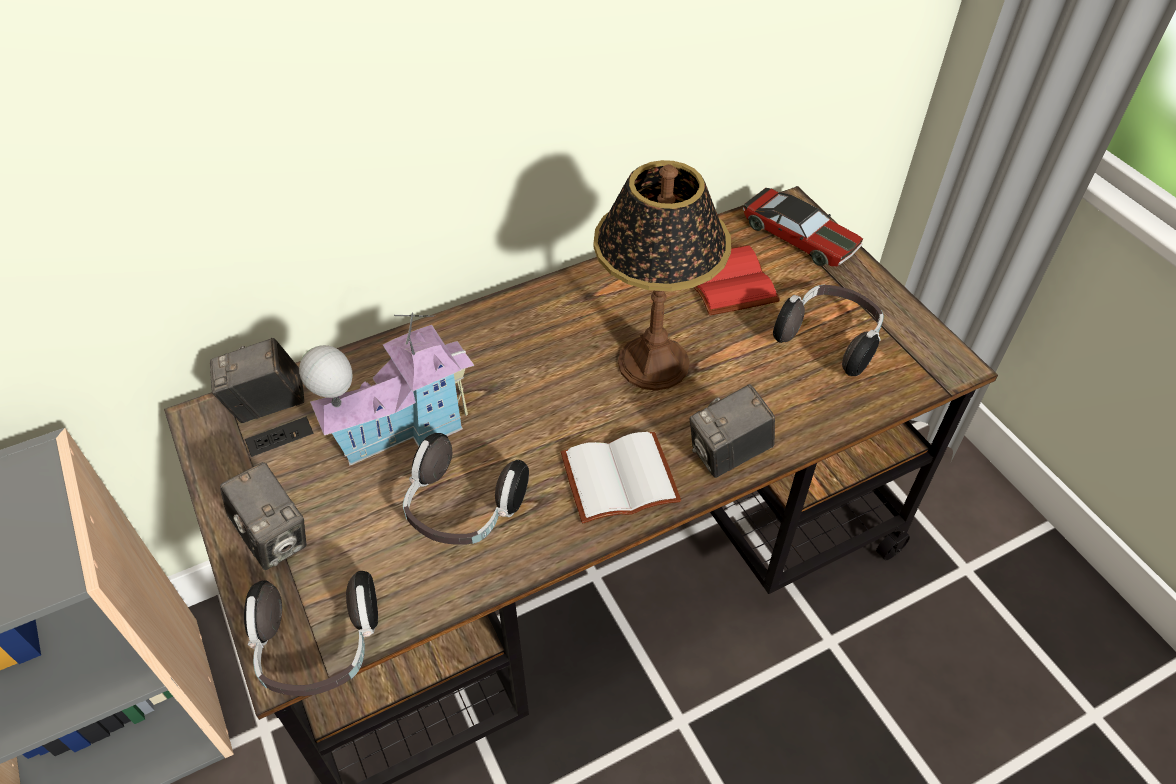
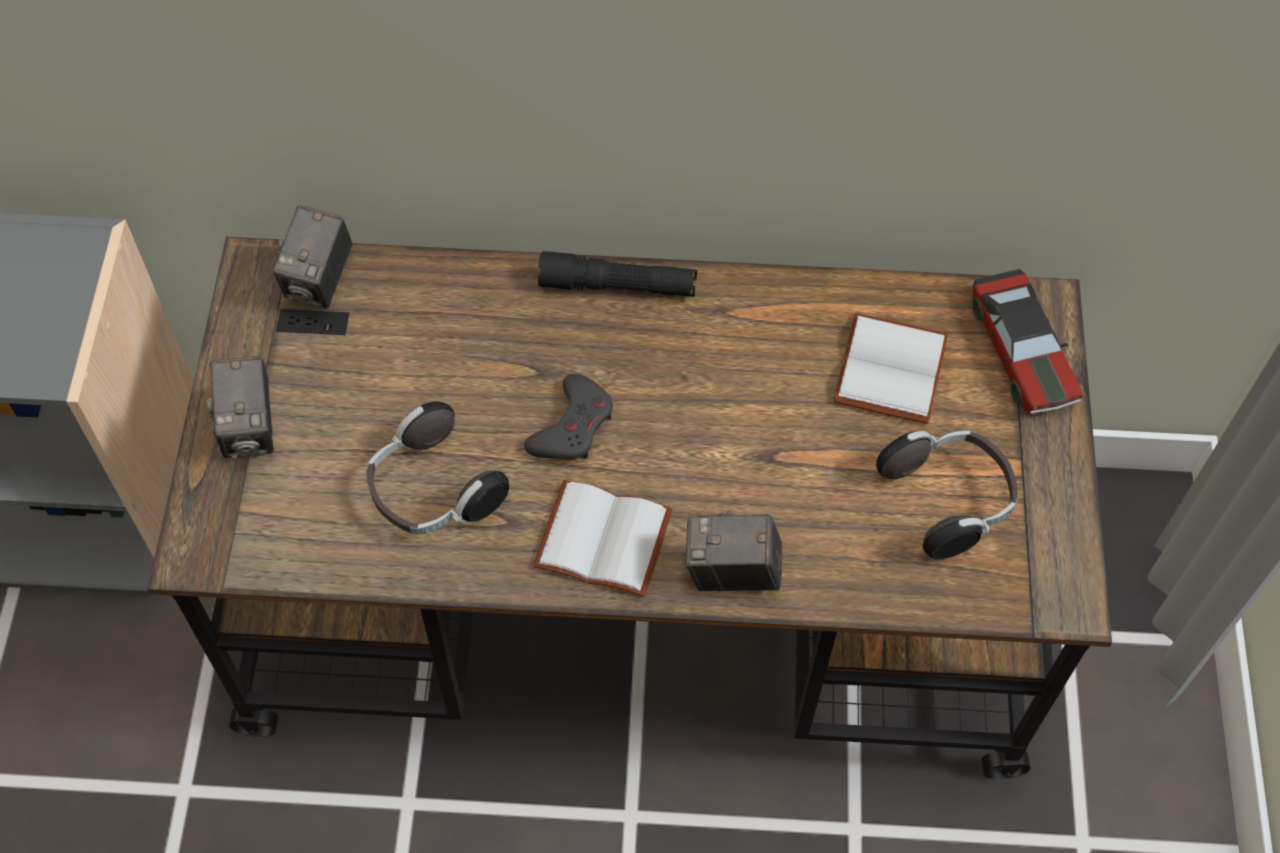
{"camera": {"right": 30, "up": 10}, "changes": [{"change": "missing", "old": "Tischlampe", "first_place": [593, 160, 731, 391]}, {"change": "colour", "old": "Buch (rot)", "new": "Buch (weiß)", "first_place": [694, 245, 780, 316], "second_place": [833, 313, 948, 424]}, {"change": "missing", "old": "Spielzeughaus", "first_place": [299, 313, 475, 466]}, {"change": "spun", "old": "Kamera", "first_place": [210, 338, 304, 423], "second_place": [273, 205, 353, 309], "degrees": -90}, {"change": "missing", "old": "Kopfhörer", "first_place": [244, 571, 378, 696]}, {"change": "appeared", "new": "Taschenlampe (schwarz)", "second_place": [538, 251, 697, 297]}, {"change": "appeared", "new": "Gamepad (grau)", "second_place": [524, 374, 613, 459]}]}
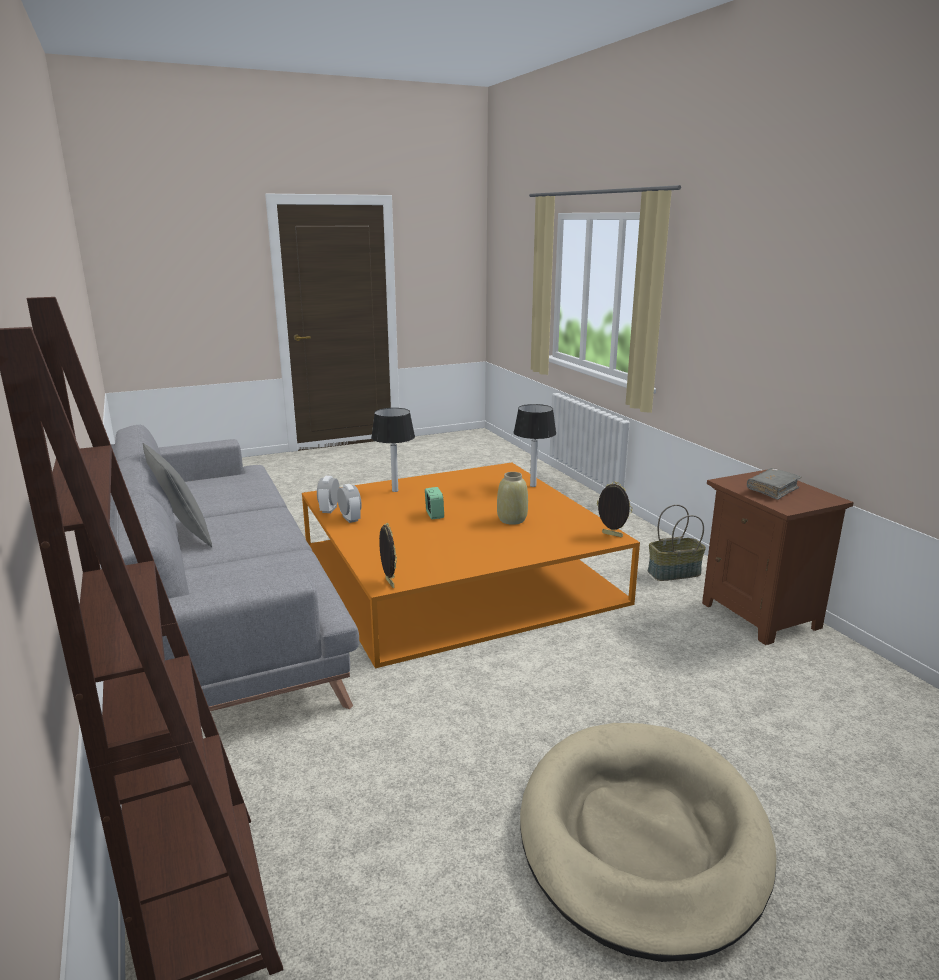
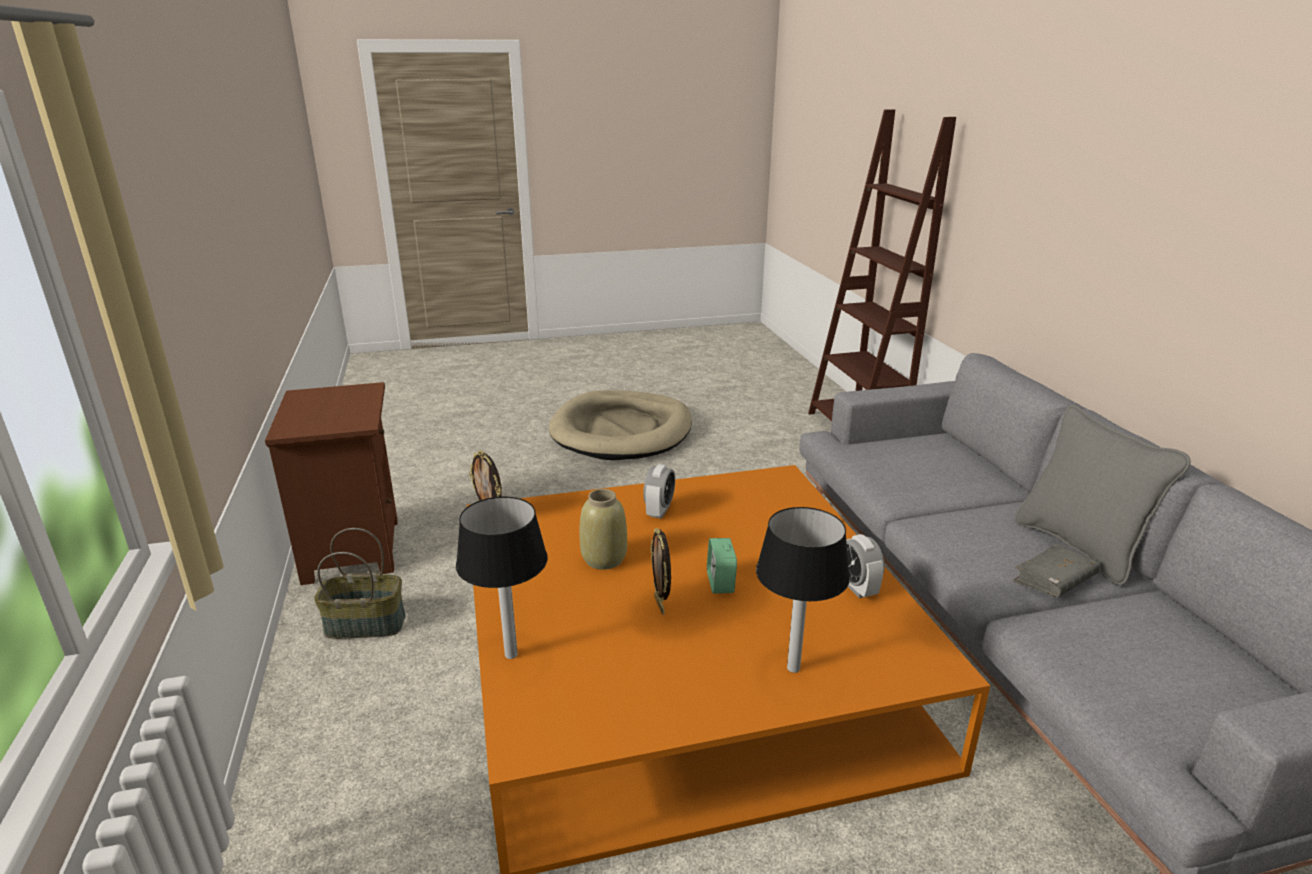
{"camera": {"right": -170, "up": 5}, "changes": [{"change": "relocated", "old": "Buch (grau)", "first_place": [747, 468, 802, 500], "second_place": [1013, 543, 1100, 598]}, {"change": "relocated", "old": "Wecker", "first_place": [317, 476, 340, 513], "second_place": [643, 464, 675, 519]}, {"change": "relocated", "old": "Bilderrahmen", "first_place": [379, 522, 397, 588], "second_place": [650, 528, 671, 615]}]}
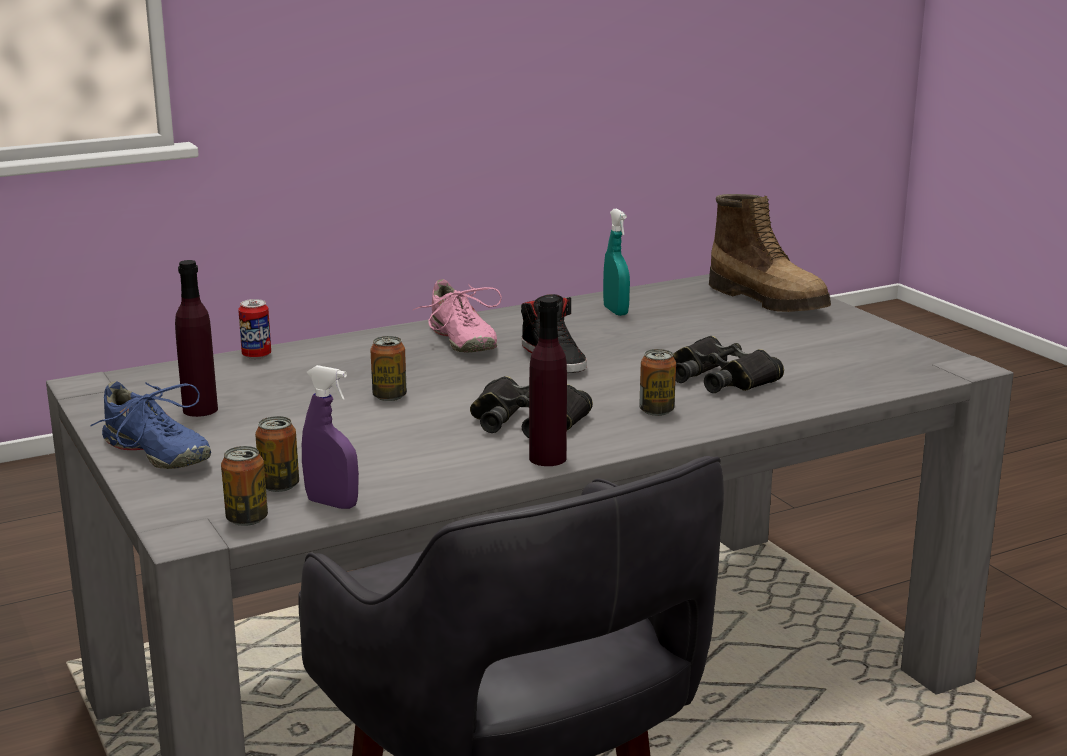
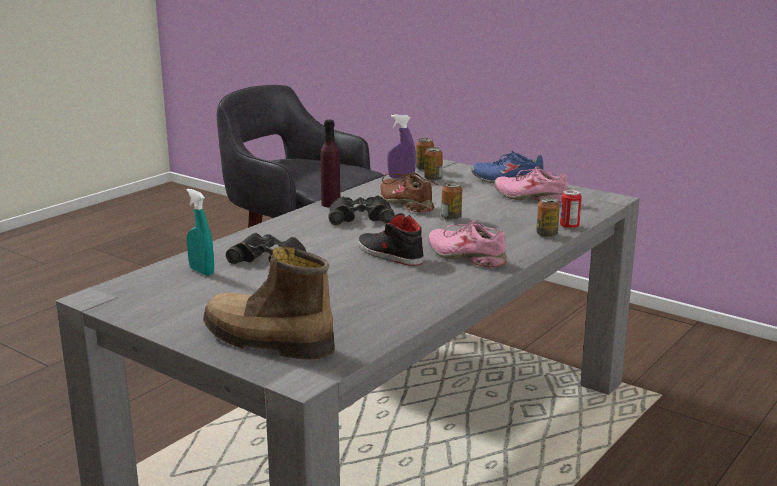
{"camera": {"right": 155, "up": 0}, "changes": [{"change": "relocated", "old": "Sprühflasche (türkis)", "first_place": [603, 209, 630, 316], "second_place": [187, 188, 214, 276]}, {"change": "exchanged", "old": "Flasche (lila)", "new": "Schuh (rosa)", "first_place": [175, 260, 218, 417], "second_place": [494, 167, 568, 203]}, {"change": "relocated", "old": "Dose", "first_place": [639, 349, 676, 416], "second_place": [536, 197, 560, 238]}, {"change": "appeared", "new": "Schuh (braun)", "second_place": [380, 173, 438, 212]}]}
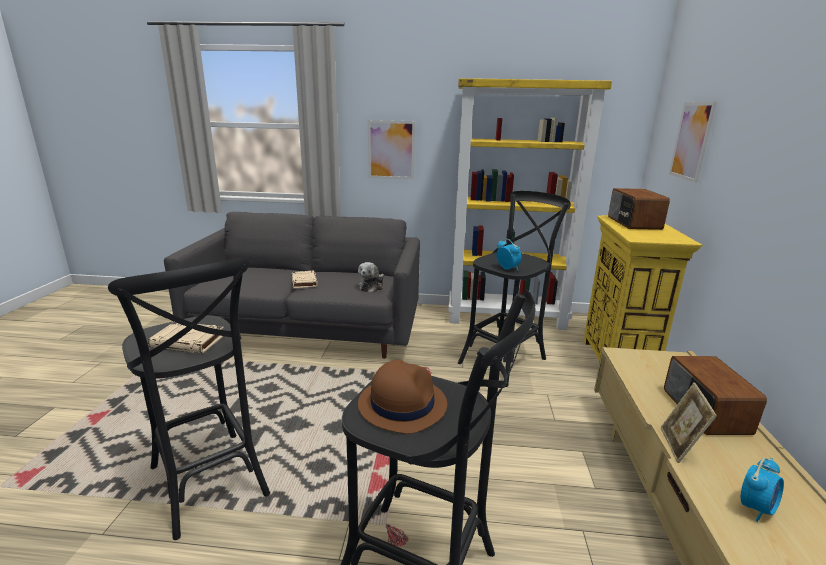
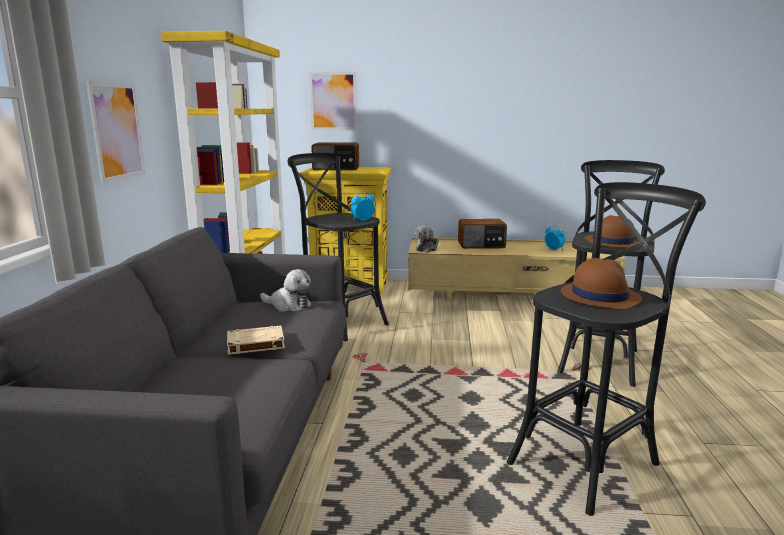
{"camera": {"right": -90, "up": -5}, "changes": [{"change": "exchanged", "old": "Buch (beige)", "new": "Hut (braun)", "first_place": [148, 322, 224, 353], "second_place": [561, 258, 642, 310]}, {"change": "missing", "old": "Bilderrahmen", "first_place": [661, 383, 717, 463]}, {"change": "appeared", "new": "Plüschtier", "second_place": [415, 225, 439, 253]}]}
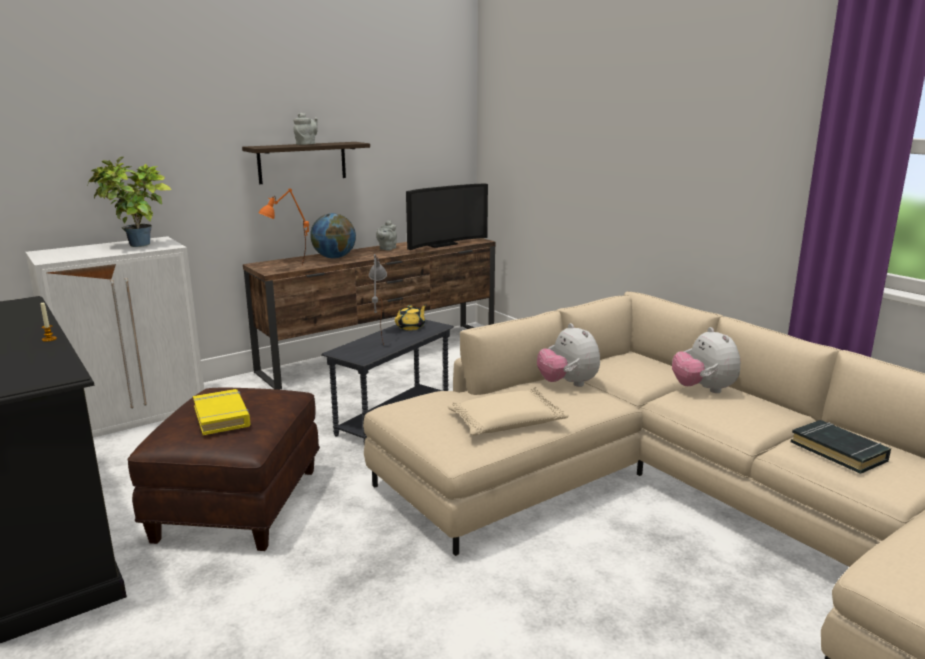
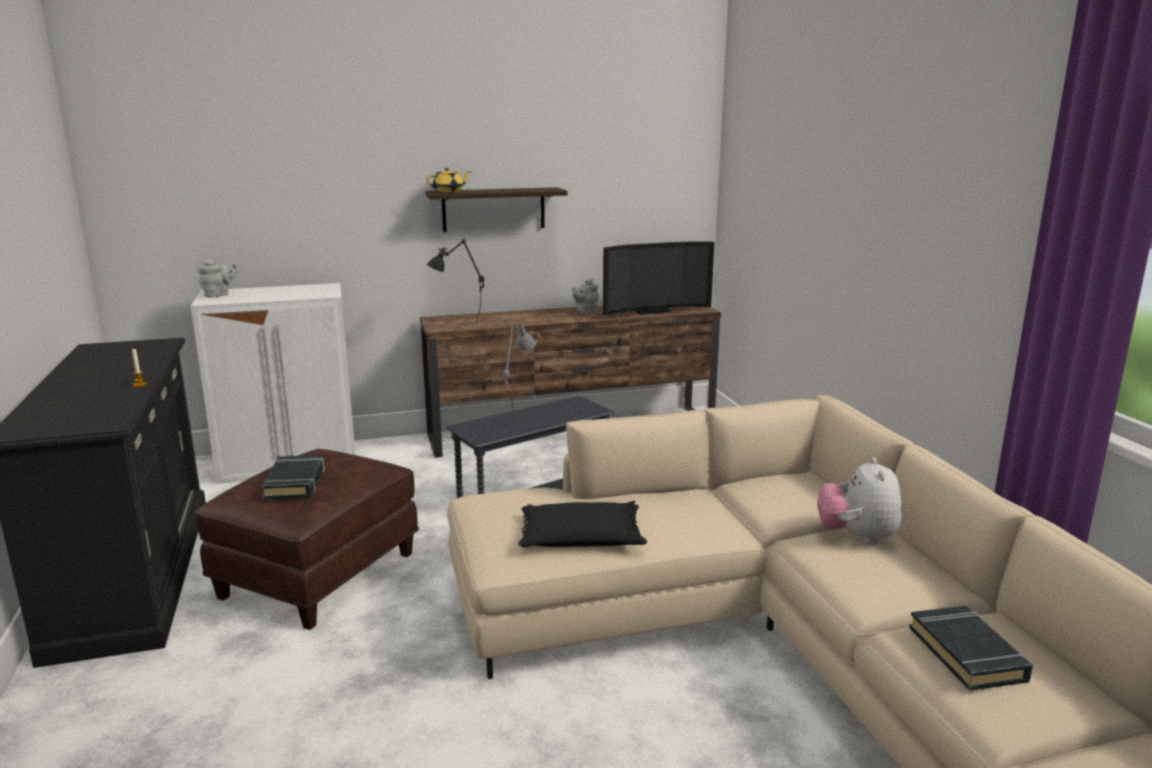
{"camera": {"right": 20, "up": 0}, "changes": [{"change": "relocated", "old": "Teekanne (grau)", "first_place": [293, 112, 318, 145], "second_place": [197, 259, 237, 298]}, {"change": "missing", "old": "Topfpflanze", "first_place": [88, 157, 172, 247]}, {"change": "colour", "old": "Tischlampe (orange)", "new": "Tischlampe (schwarz)", "first_place": [259, 189, 309, 265], "second_place": [427, 239, 484, 324]}, {"change": "missing", "old": "Globus", "first_place": [310, 213, 356, 259]}, {"change": "relocated", "old": "Teekanne (gelb)", "first_place": [395, 305, 426, 330], "second_place": [426, 167, 471, 192]}, {"change": "missing", "old": "Plüschtier", "first_place": [537, 323, 600, 387]}, {"change": "colour", "old": "Kissen (beige)", "new": "Kissen (schwarz)", "first_place": [447, 387, 569, 436], "second_place": [519, 501, 647, 547]}, {"change": "colour", "old": "Buch (gelb)", "new": "Buch (schwarz)", "first_place": [193, 389, 250, 435], "second_place": [261, 455, 325, 499]}]}
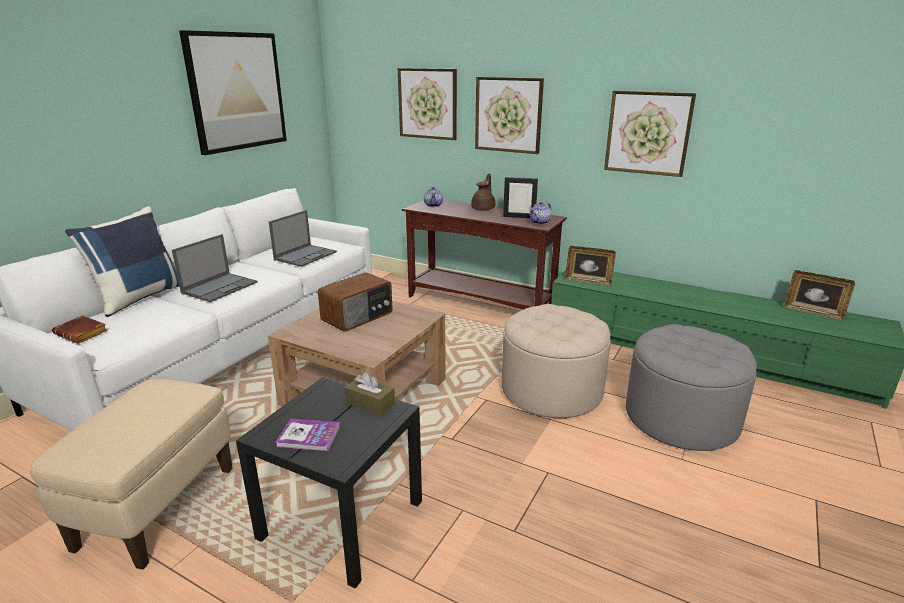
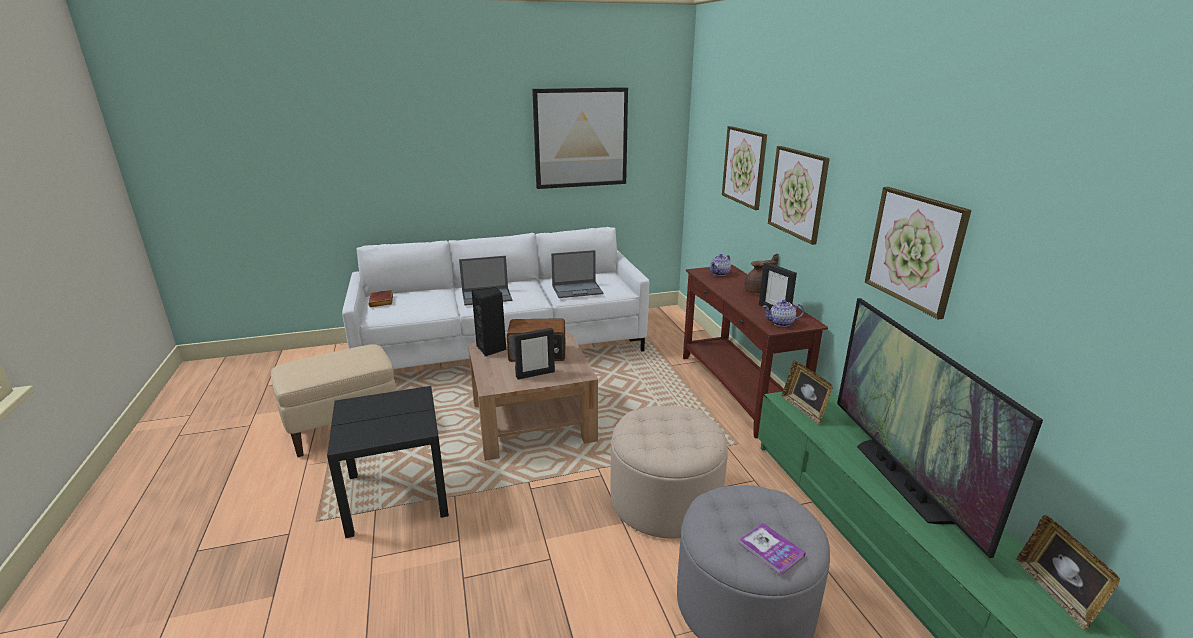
{"camera": {"right": 45, "up": 0}, "changes": [{"change": "missing", "old": "Kissen (blau)", "first_place": [65, 206, 179, 317]}, {"change": "missing", "old": "Taschentuchbox (braun)", "first_place": [345, 372, 395, 416]}, {"change": "relocated", "old": "Buch", "first_place": [275, 419, 341, 451], "second_place": [739, 523, 806, 575]}, {"change": "appeared", "new": "Lautsprecher (schwarz)", "second_place": [472, 287, 506, 356]}, {"change": "appeared", "new": "Fernseher", "second_place": [837, 298, 1043, 558]}, {"change": "appeared", "new": "Bilderrahmen", "second_place": [514, 328, 555, 380]}]}
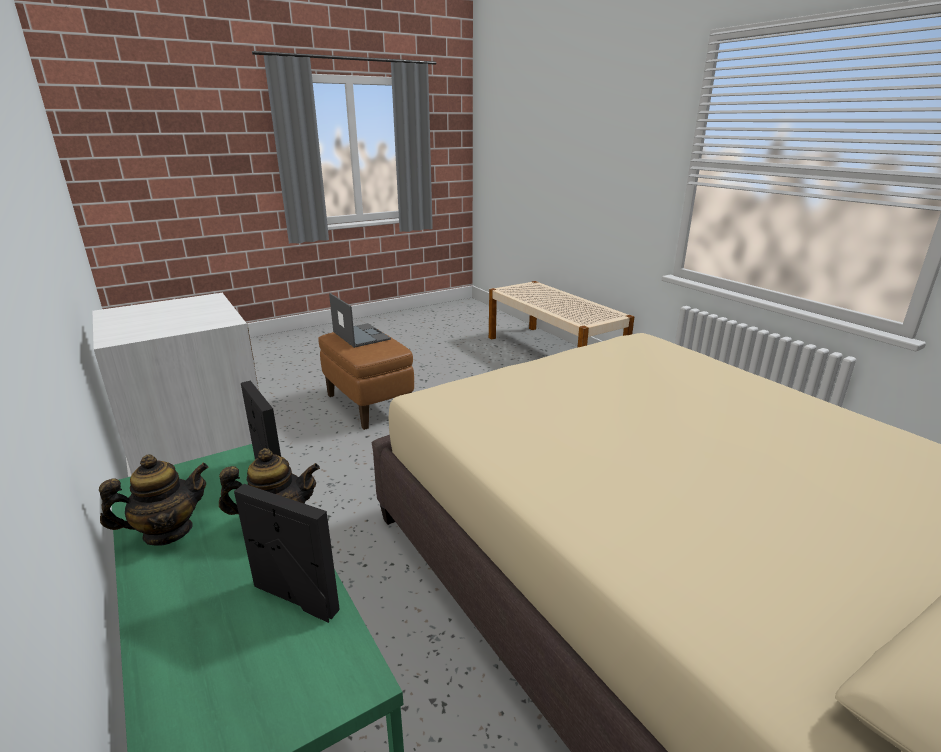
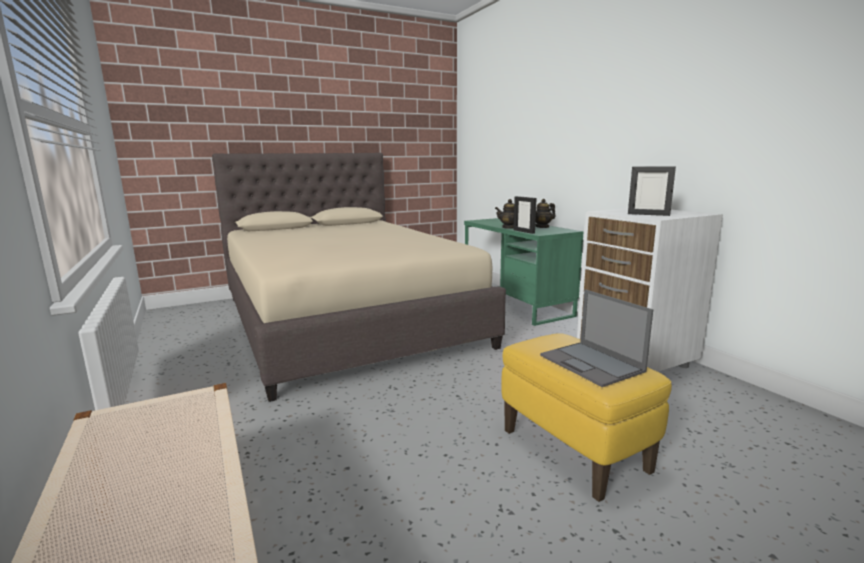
{"camera": {"right": -175, "up": -10}, "changes": [{"change": "colour", "old": "Polsterhocker (braun)", "new": "Polsterhocker (gelb)", "first_place": [318, 332, 414, 430], "second_place": [501, 333, 672, 502]}, {"change": "relocated", "old": "Bilderrahmen", "first_place": [234, 484, 340, 623], "second_place": [628, 166, 676, 216]}]}
